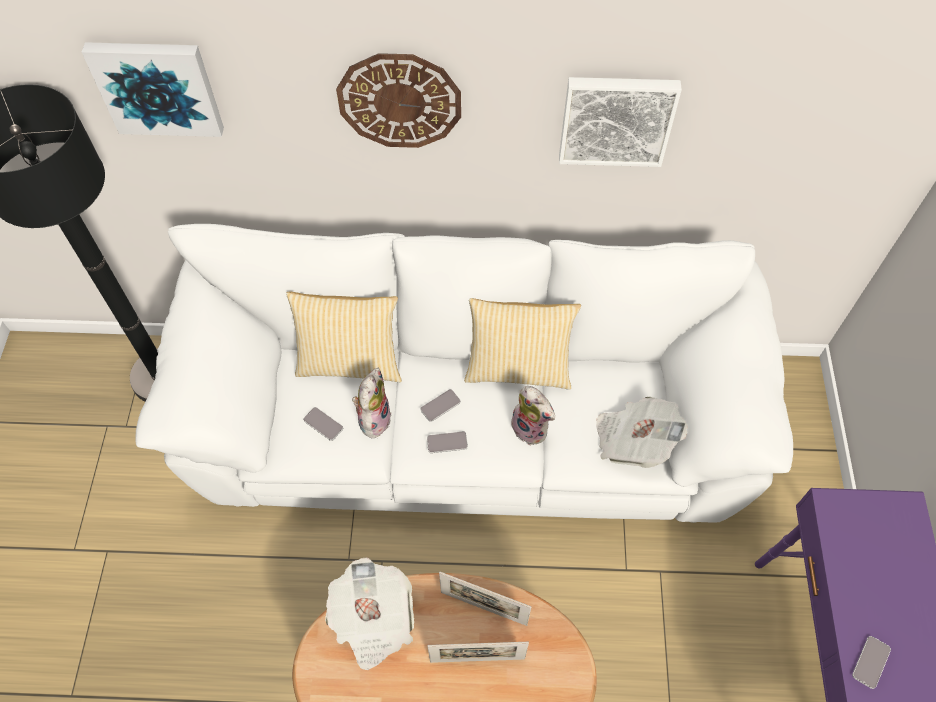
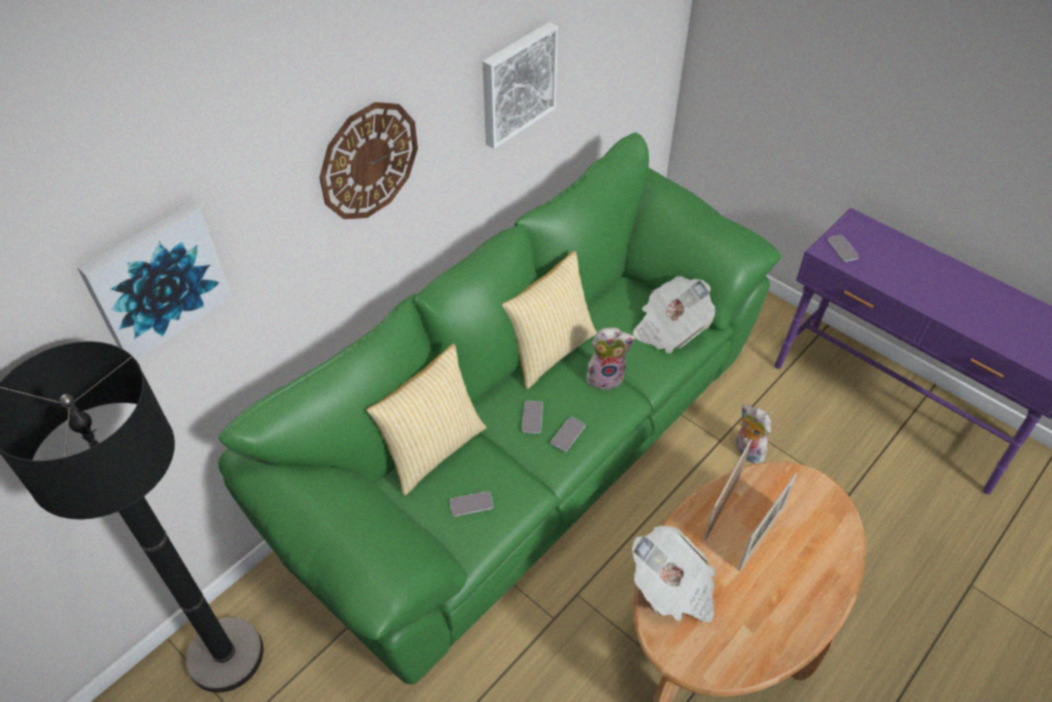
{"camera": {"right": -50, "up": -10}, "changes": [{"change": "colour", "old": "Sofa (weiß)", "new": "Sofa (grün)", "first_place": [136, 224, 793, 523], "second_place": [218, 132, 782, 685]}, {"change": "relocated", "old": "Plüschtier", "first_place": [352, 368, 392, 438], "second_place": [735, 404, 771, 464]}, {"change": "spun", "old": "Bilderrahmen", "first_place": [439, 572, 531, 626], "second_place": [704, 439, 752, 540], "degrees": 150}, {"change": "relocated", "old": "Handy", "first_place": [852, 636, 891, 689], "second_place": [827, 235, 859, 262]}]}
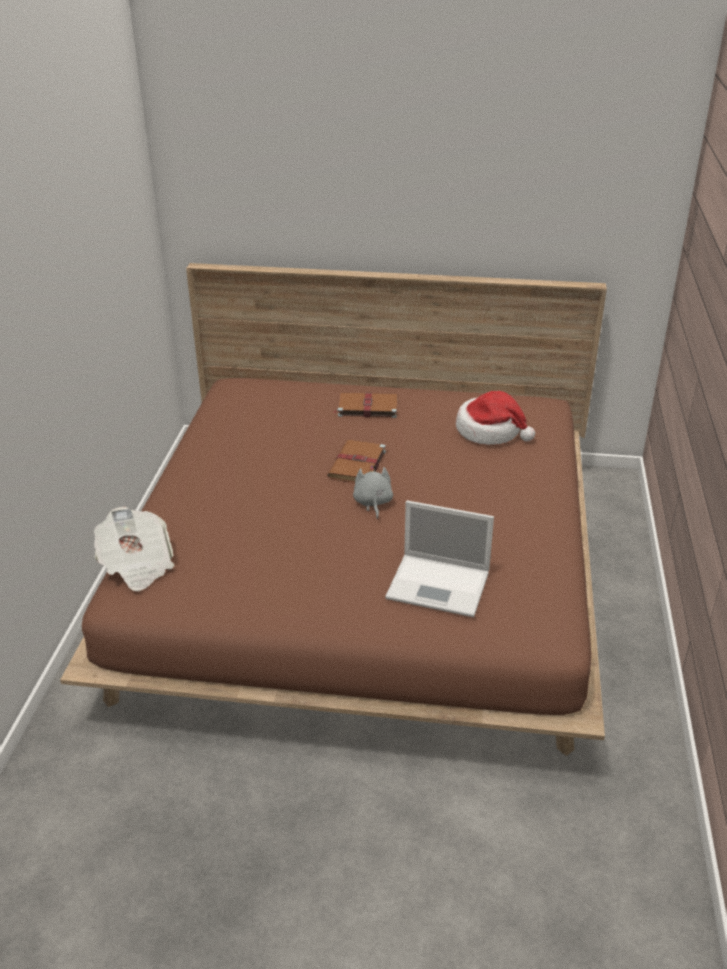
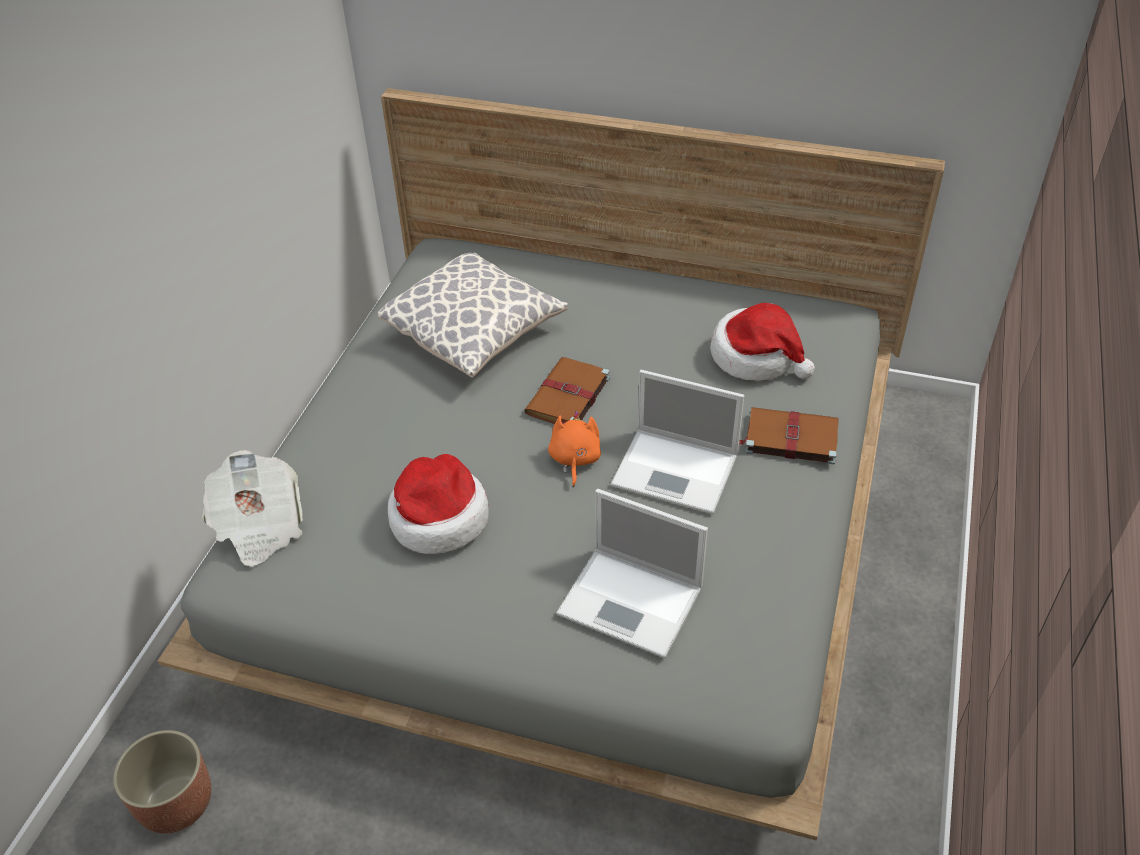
{"camera": {"right": 10, "up": 10}, "changes": [{"change": "colour", "old": "Bett (braun)", "new": "Bett (grau)", "first_place": [60, 263, 607, 756], "second_place": [158, 88, 945, 841]}, {"change": "relocated", "old": "Buch (braun)", "first_place": [333, 393, 397, 418], "second_place": [739, 407, 839, 464]}, {"change": "colour", "old": "Plüschtier (grau)", "new": "Plüschtier (orange)", "first_place": [353, 465, 393, 519], "second_place": [548, 411, 601, 487]}, {"change": "appeared", "new": "Kissen", "second_place": [378, 253, 568, 378]}, {"change": "appeared", "new": "Laptop", "second_place": [611, 370, 744, 514]}, {"change": "appeared", "new": "Hut", "second_place": [388, 454, 489, 554]}, {"change": "appeared", "new": "Pflanzkübel", "second_place": [113, 730, 211, 833]}]}
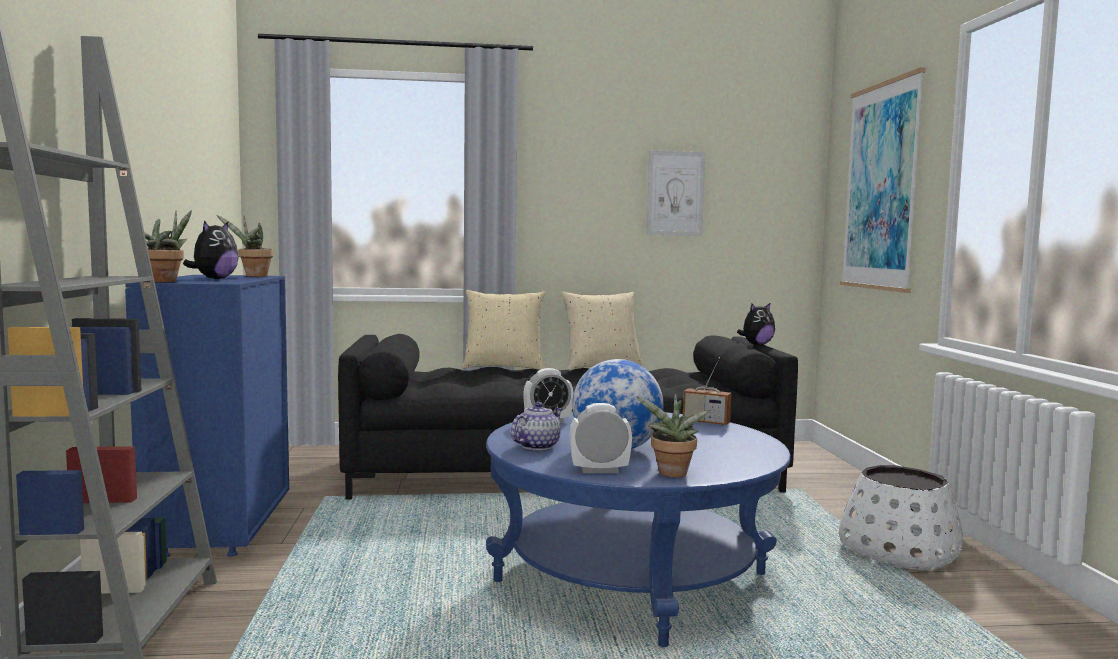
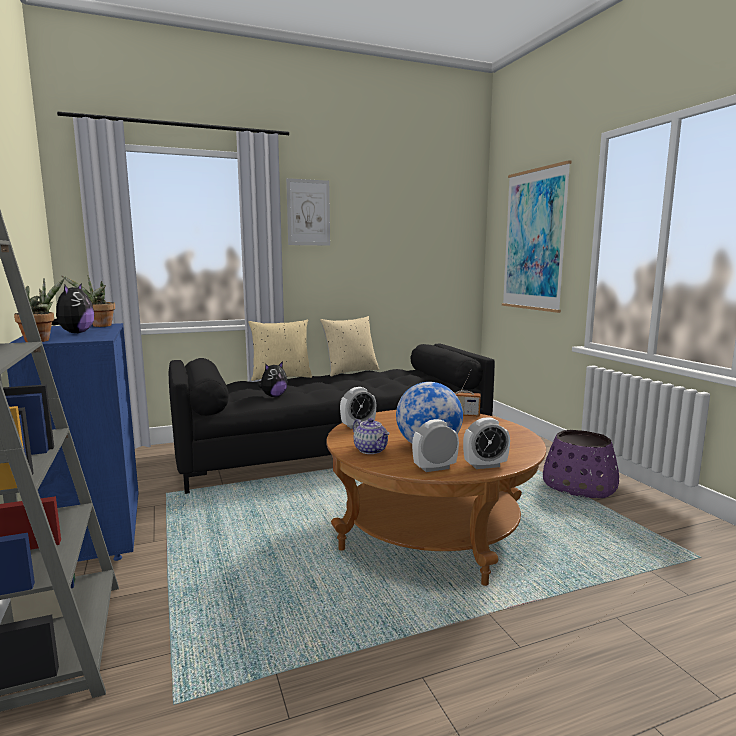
{"camera": {"right": -15, "up": 5}, "changes": [{"change": "relocated", "old": "Bild", "first_place": [647, 151, 706, 236], "second_place": [286, 178, 330, 246]}, {"change": "relocated", "old": "Plüschtier", "first_place": [737, 302, 775, 345], "second_place": [258, 361, 288, 397]}, {"change": "exchanged", "old": "Topfpflanze", "new": "Wecker", "first_place": [636, 394, 710, 477], "second_place": [463, 418, 510, 469]}, {"change": "spun", "old": "Teekanne", "first_place": [511, 402, 563, 450], "second_place": [353, 418, 390, 454], "degrees": 120}, {"change": "colour", "old": "Couchtisch (blau)", "new": "Couchtisch (braun)", "first_place": [486, 412, 791, 647], "second_place": [326, 410, 546, 586]}, {"change": "colour", "old": "Pflanzkübel (weiß)", "new": "Pflanzkübel (lila)", "first_place": [839, 465, 963, 571], "second_place": [543, 430, 619, 498]}]}
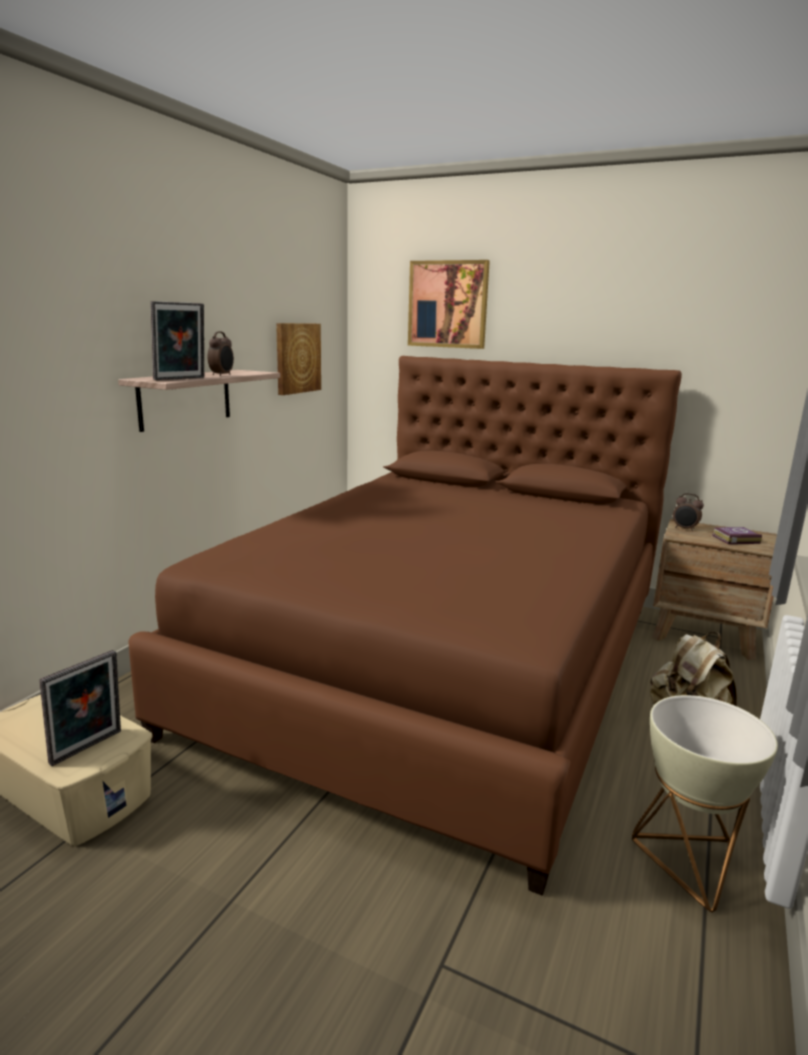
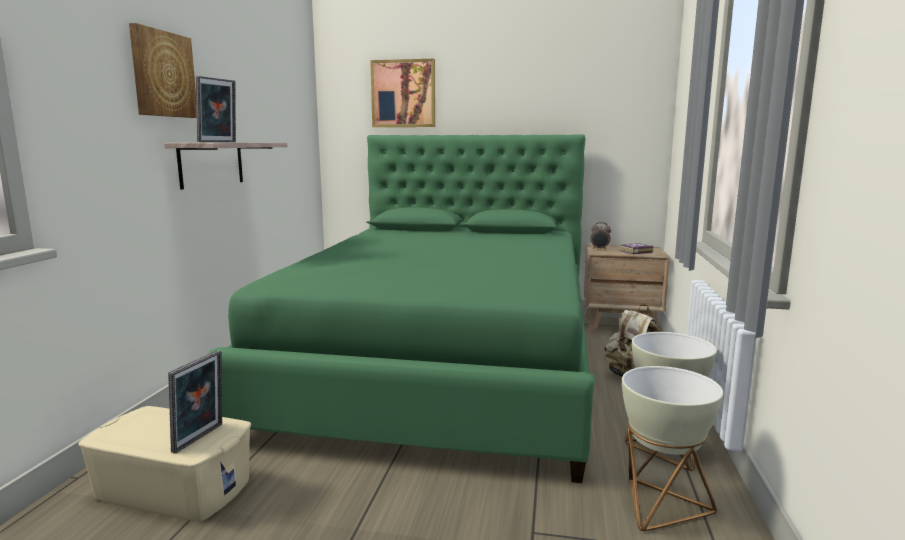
{"camera": {"right": -15, "up": -5}, "changes": [{"change": "relocated", "old": "Bild", "first_place": [276, 323, 321, 395], "second_place": [129, 23, 197, 118]}, {"change": "missing", "old": "Wecker", "first_place": [207, 331, 234, 376]}, {"change": "colour", "old": "Bett (braun)", "new": "Bett (grün)", "first_place": [128, 356, 682, 896], "second_place": [209, 134, 595, 483]}, {"change": "appeared", "new": "Pflanzkübel", "second_place": [622, 366, 724, 531]}]}
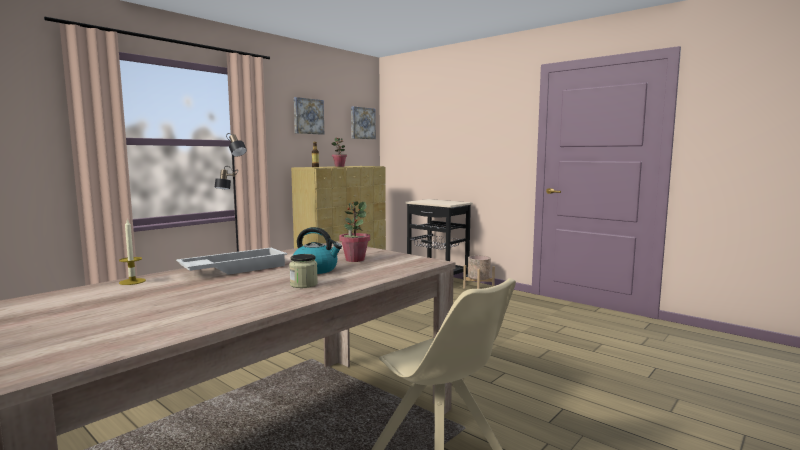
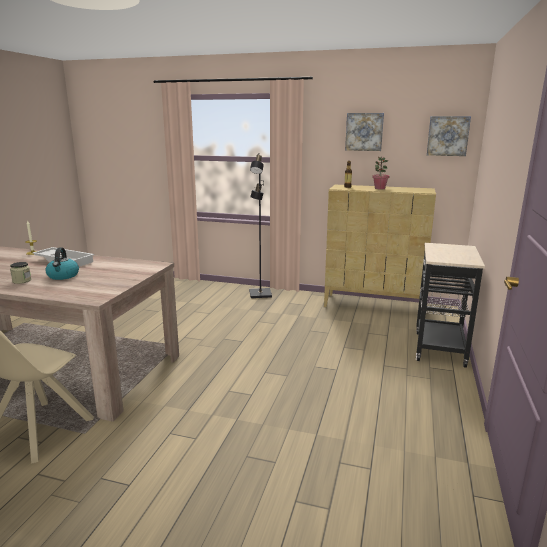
{"camera": {"right": 65, "up": 10}, "changes": [{"change": "missing", "old": "Topfpflanze", "first_place": [339, 201, 370, 262]}, {"change": "missing", "old": "Pflanzkübel (beige)", "first_place": [463, 255, 495, 289]}]}
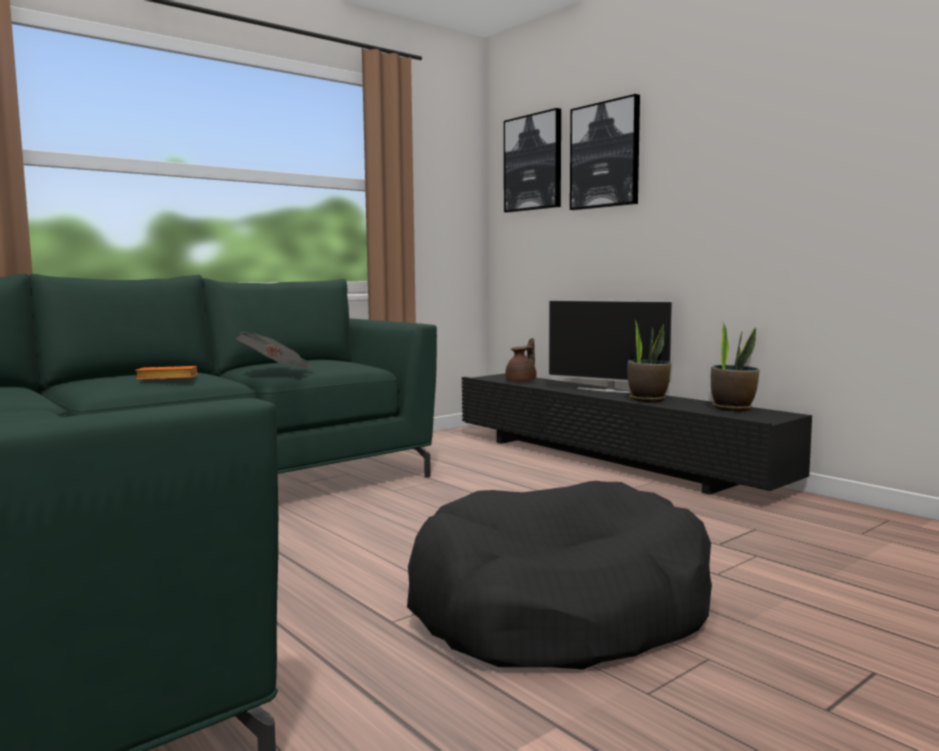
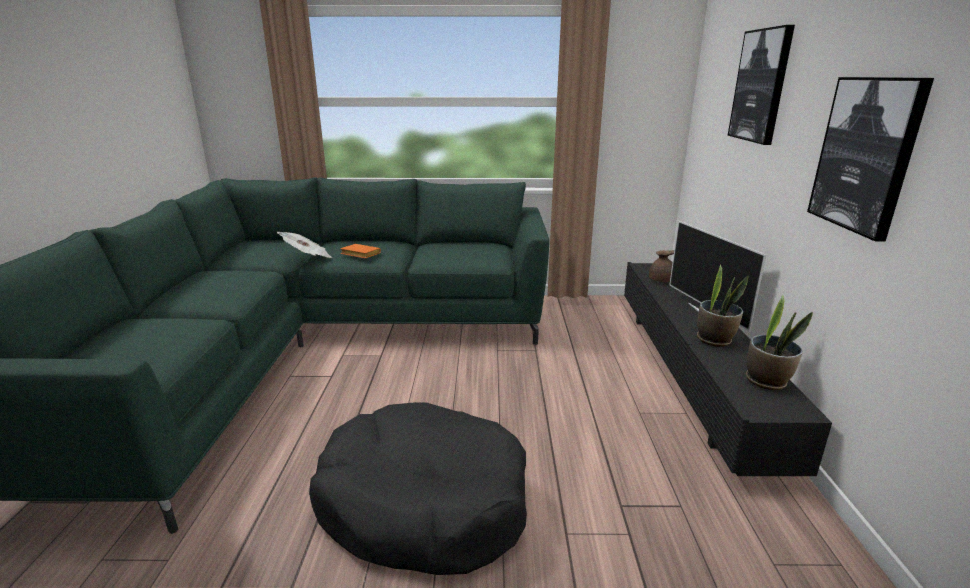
{"camera": {"right": 40, "up": 15}, "changes": [{"change": "relocated", "old": "Bild", "first_place": [504, 108, 561, 213], "second_place": [807, 77, 934, 241]}, {"change": "relocated", "old": "Zeitung", "first_place": [236, 332, 313, 368], "second_place": [277, 232, 332, 258]}]}
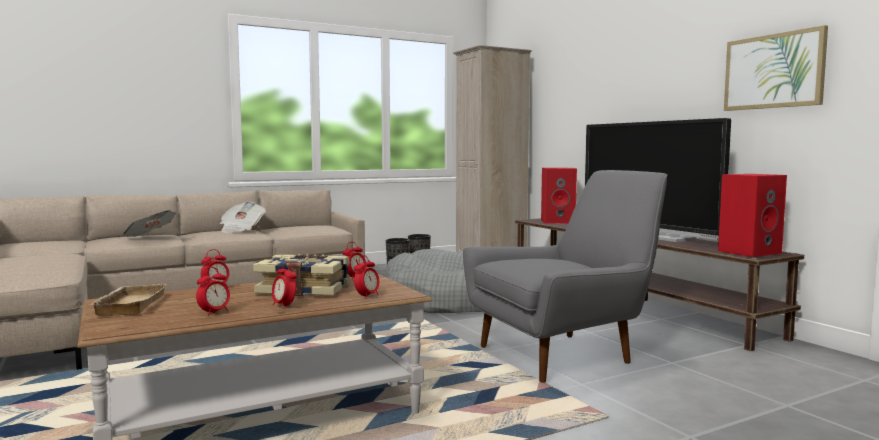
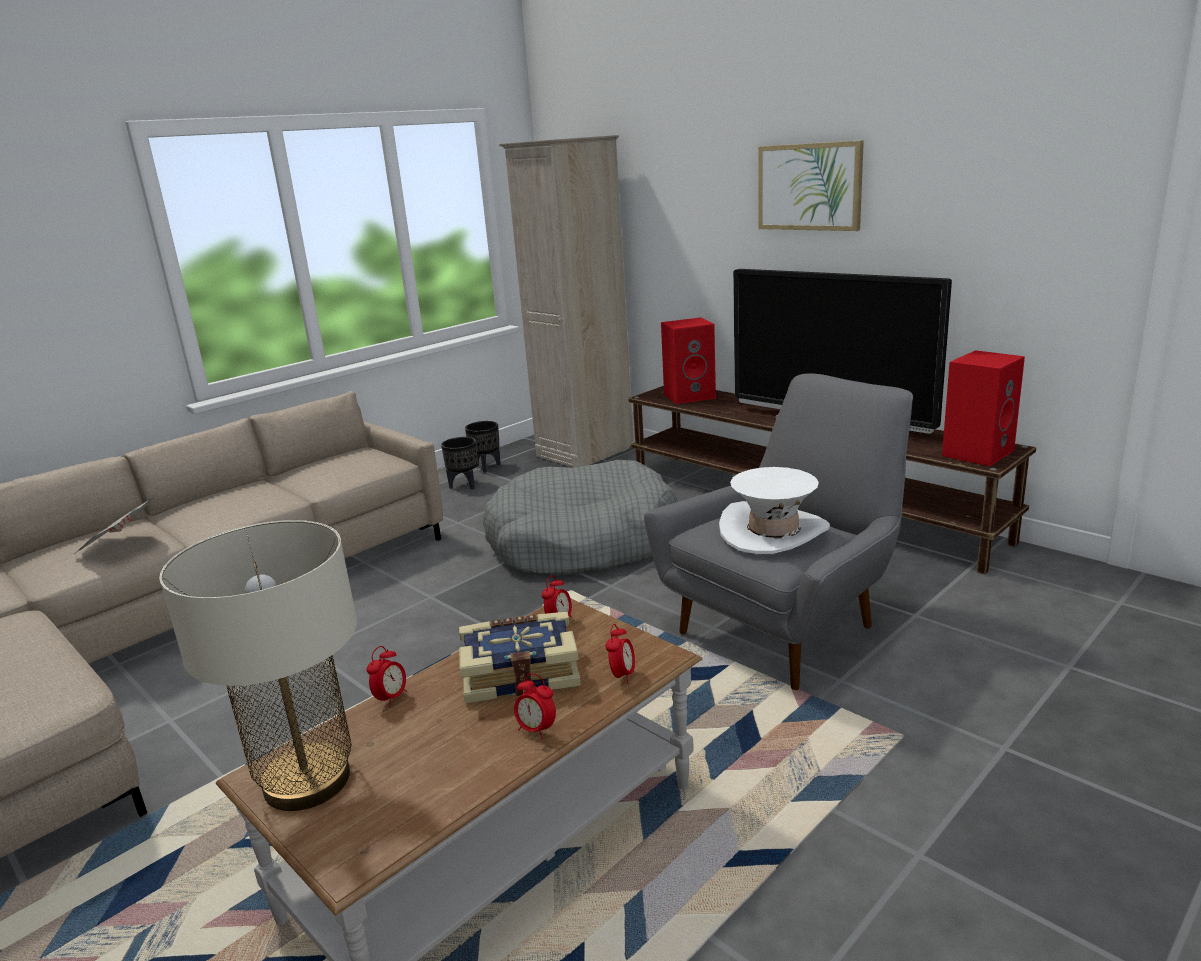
{"camera": {"right": -15, "up": 15}, "changes": [{"change": "relocated", "old": "Bild", "first_place": [724, 25, 828, 111], "second_place": [758, 140, 864, 231]}, {"change": "missing", "old": "Zeitung", "first_place": [220, 202, 266, 233]}, {"change": "missing", "old": "Wecker", "first_place": [196, 267, 230, 316]}, {"change": "exchanged", "old": "Tablett (beige)", "new": "Tischlampe", "first_place": [89, 284, 166, 316], "second_place": [159, 520, 357, 811]}, {"change": "appeared", "new": "Hut (weiß)", "second_place": [719, 467, 830, 554]}]}
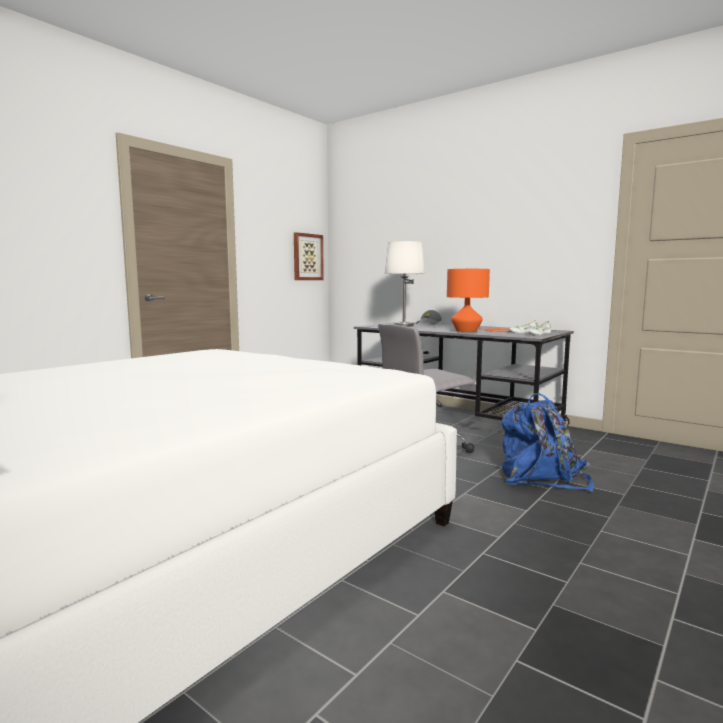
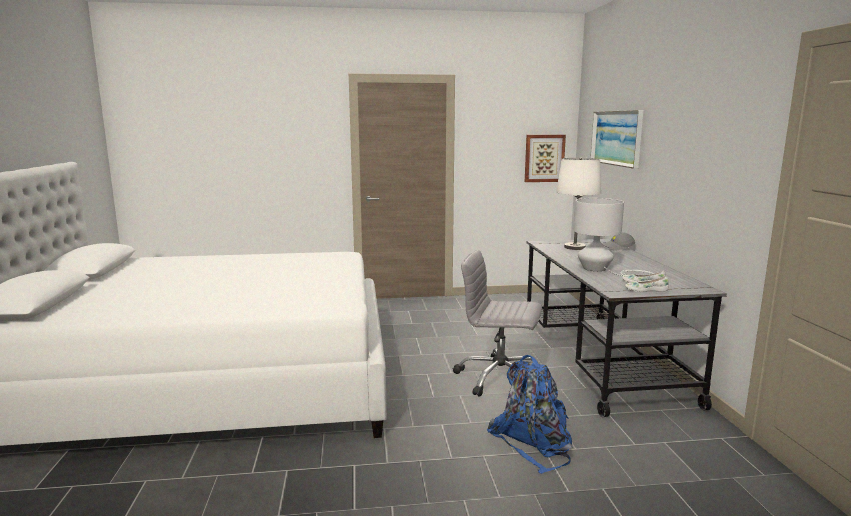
{"camera": {"right": 45, "up": 5}, "changes": [{"change": "colour", "old": "Tischlampe (orange)", "new": "Tischlampe (grau)", "first_place": [447, 269, 510, 332], "second_place": [574, 198, 654, 276]}, {"change": "appeared", "new": "Bild", "second_place": [590, 110, 643, 169]}]}
